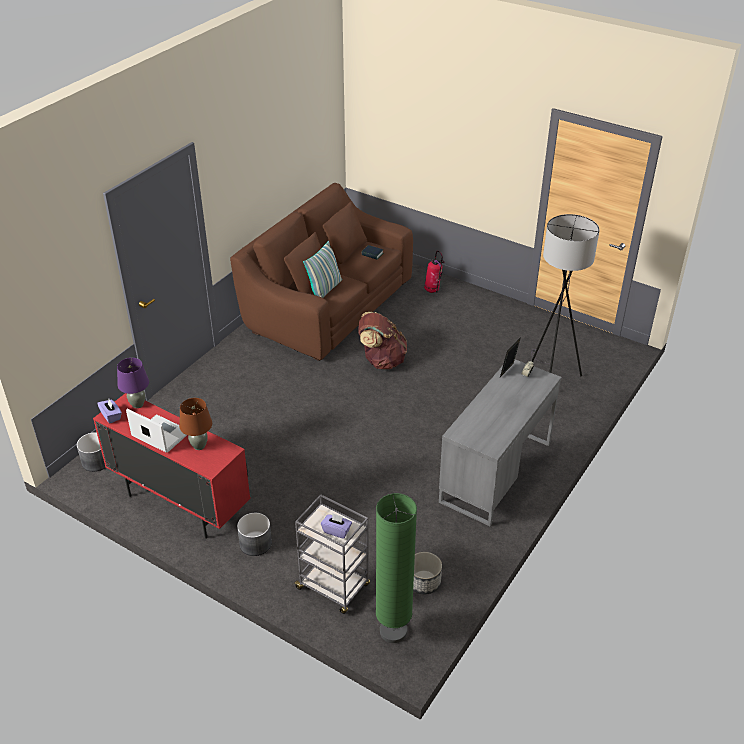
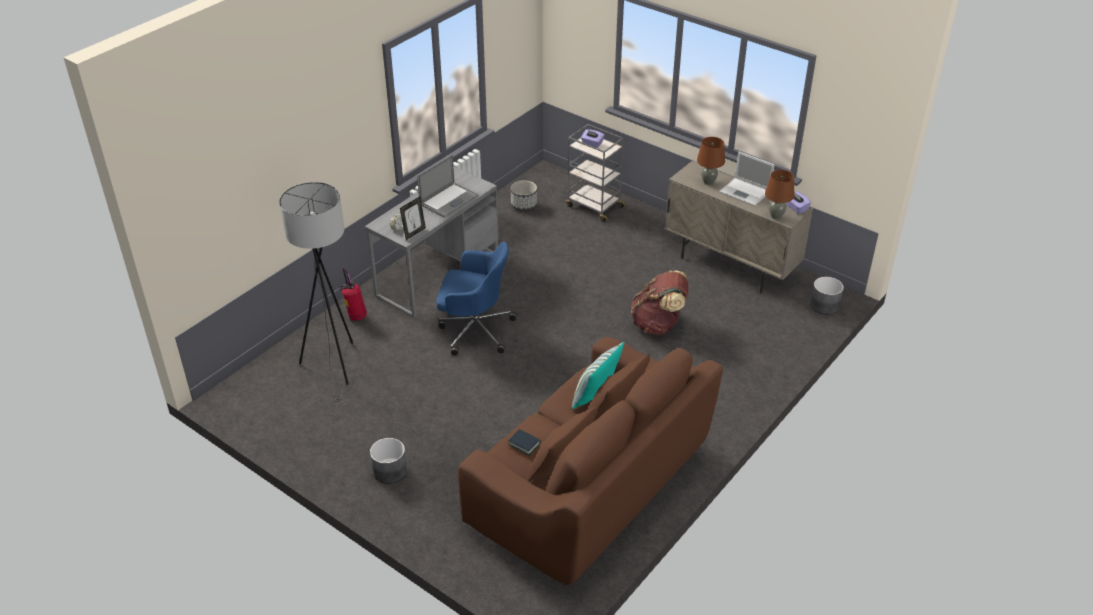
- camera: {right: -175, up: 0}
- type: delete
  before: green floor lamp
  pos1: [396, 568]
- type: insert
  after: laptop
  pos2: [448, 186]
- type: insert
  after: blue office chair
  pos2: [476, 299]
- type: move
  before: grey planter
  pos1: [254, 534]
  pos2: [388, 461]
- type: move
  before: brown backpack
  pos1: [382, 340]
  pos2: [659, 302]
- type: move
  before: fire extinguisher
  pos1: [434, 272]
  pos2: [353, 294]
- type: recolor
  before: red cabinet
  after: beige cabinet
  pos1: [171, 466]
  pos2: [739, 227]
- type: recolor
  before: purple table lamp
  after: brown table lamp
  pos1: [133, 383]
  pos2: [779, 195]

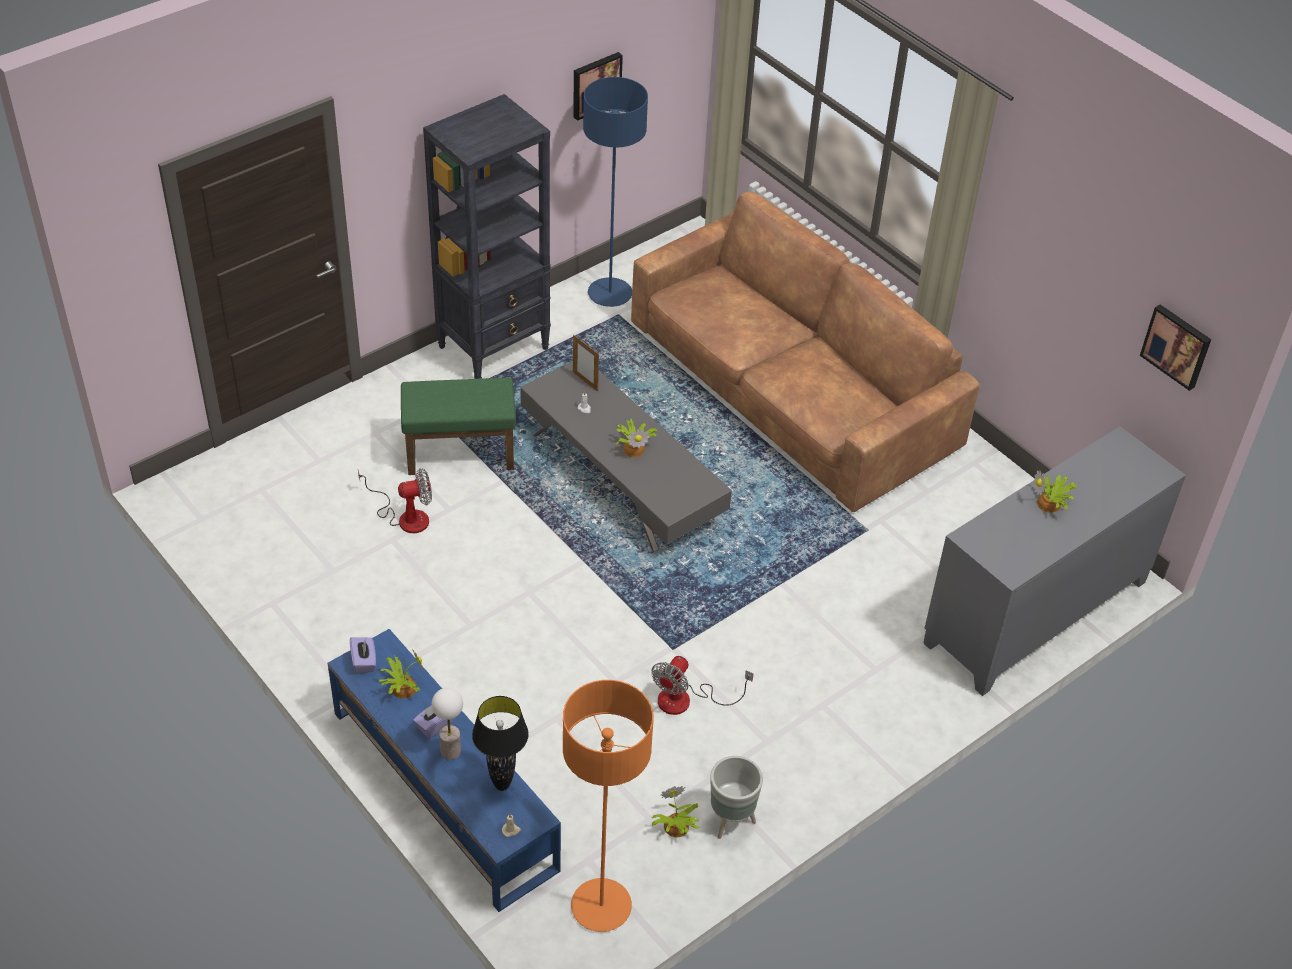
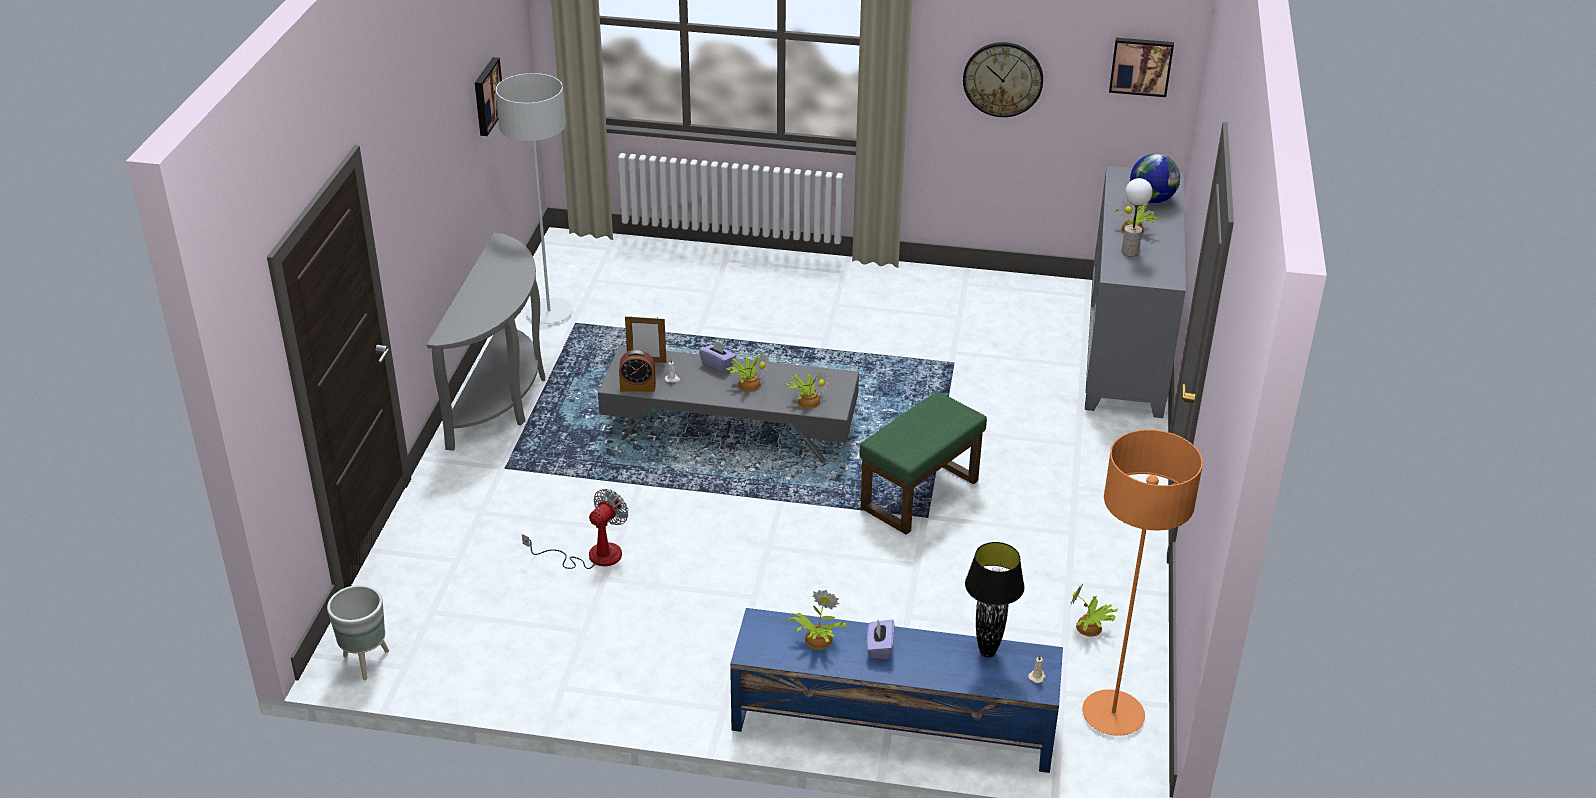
- camera: {right: -40, up: -10}
- type: delete
  before: brown sofa
  pos1: [805, 352]
- type: delete
  before: fan
  pos1: [702, 685]
- type: insert
  after: alarm clock
  pos2: [637, 371]
- type: insert
  after: potted plant
  pos2: [807, 390]
- type: insert
  after: wall clock
  pos2: [1003, 79]
- type: insert
  after: globe
  pos2: [1155, 178]
- type: move
  before: purple tissue box
  pos1: [363, 655]
  pos2: [717, 357]
- type: move
  before: green ottoman
  pos1: [458, 426]
  pos2: [923, 463]
- type: move
  before: table lamp
  pos1: [447, 724]
  pos2: [1136, 217]
- type: move
  before: grey planter
  pos1: [737, 797]
  pos2: [358, 632]
- type: replace
  before: black bookcase
  after: grey console table
  pos1: [487, 236]
  pos2: [486, 342]
- type: recolor
  before: blue floor lamp
  after: grey floor lamp
  pos1: [615, 192]
  pos2: [534, 198]

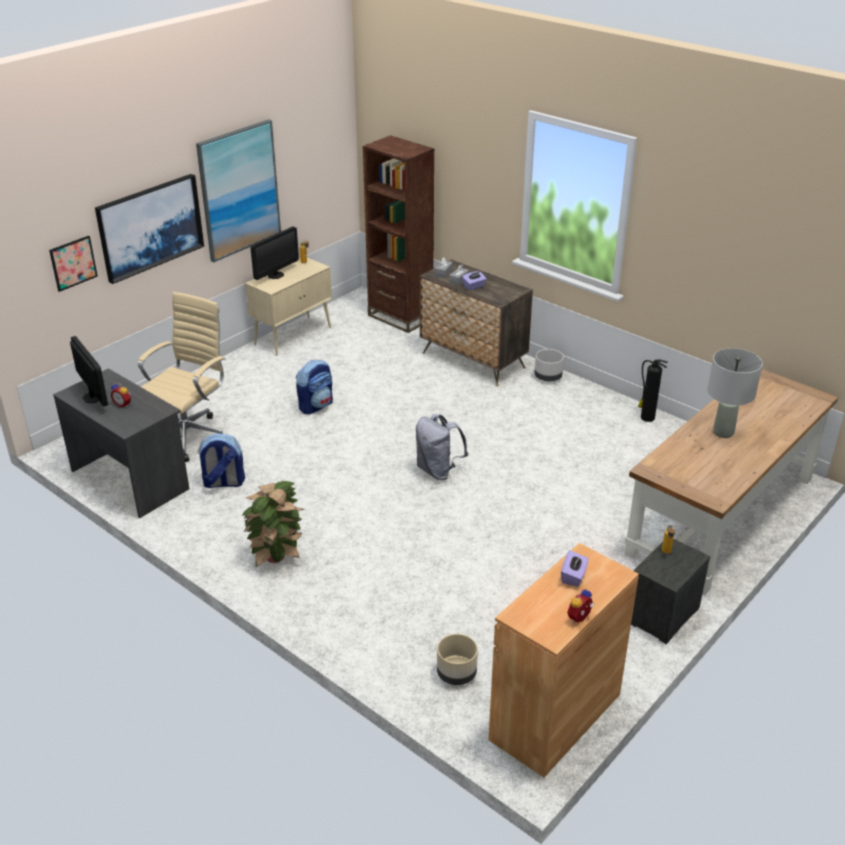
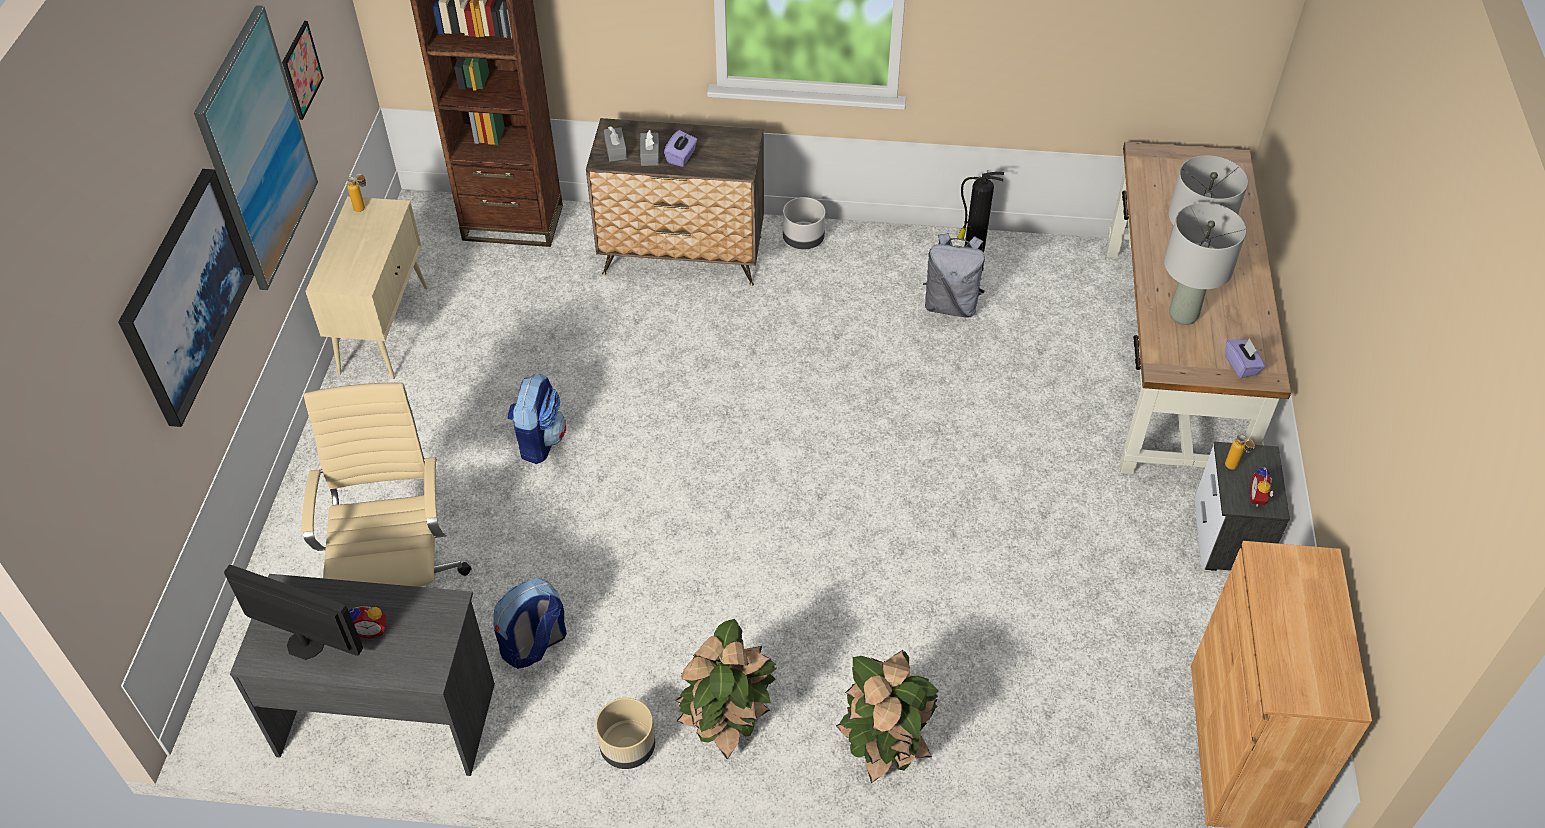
- camera: {right: -35, up: 15}
- type: delete
  before: monitor
  pos1: [275, 253]
- type: insert
  after: potted plant
  pos2: [887, 716]
- type: insert
  after: grey table lamp
  pos2: [1205, 264]
- type: move
  before: picture
  pos1: [73, 263]
  pos2: [303, 70]
- type: move
  before: grey backpack
  pos1: [442, 447]
  pos2: [954, 275]
- type: move
  before: beige planter
  pos1: [457, 659]
  pos2: [625, 733]
- type: move
  before: purple tissue box
  pos1: [575, 568]
  pos2: [1245, 358]
- type: move
  before: alarm clock
  pos1: [580, 605]
  pos2: [1262, 487]

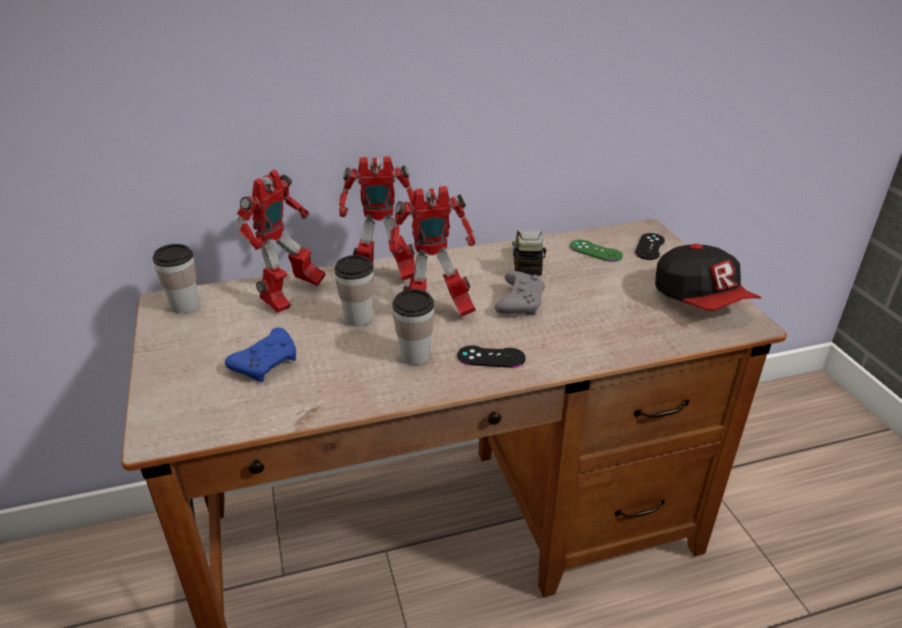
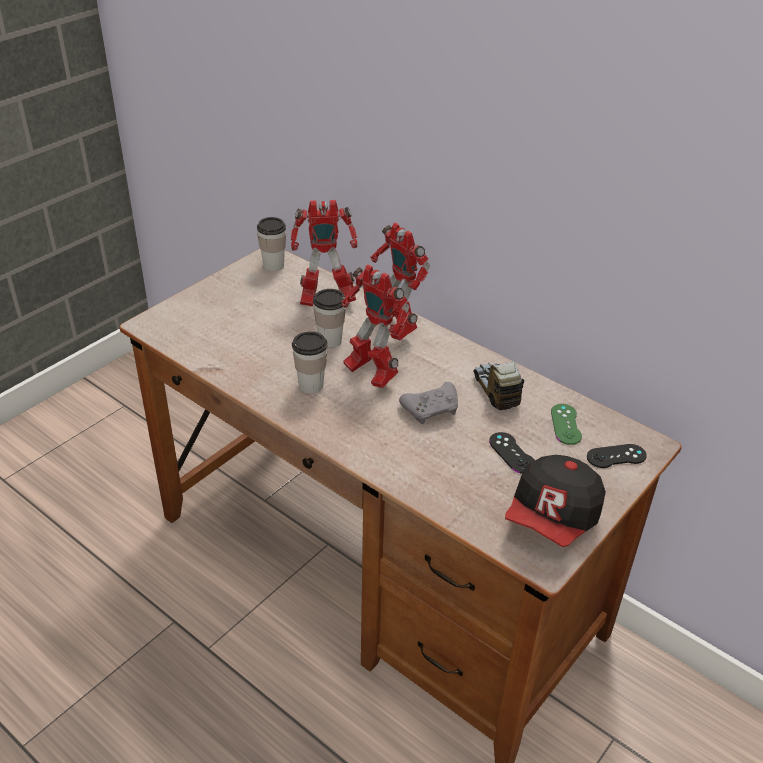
- camera: {right: 55, up: 5}
- type: delete
  before: blue game controller
  pos1: [260, 354]
- type: move
  before: black game controller
  pos1: [491, 357]
  pos2: [512, 452]
- type: rotate
  before: toy truck
  pos1: [529, 253]
  pos2: [498, 385]
  turn: -75

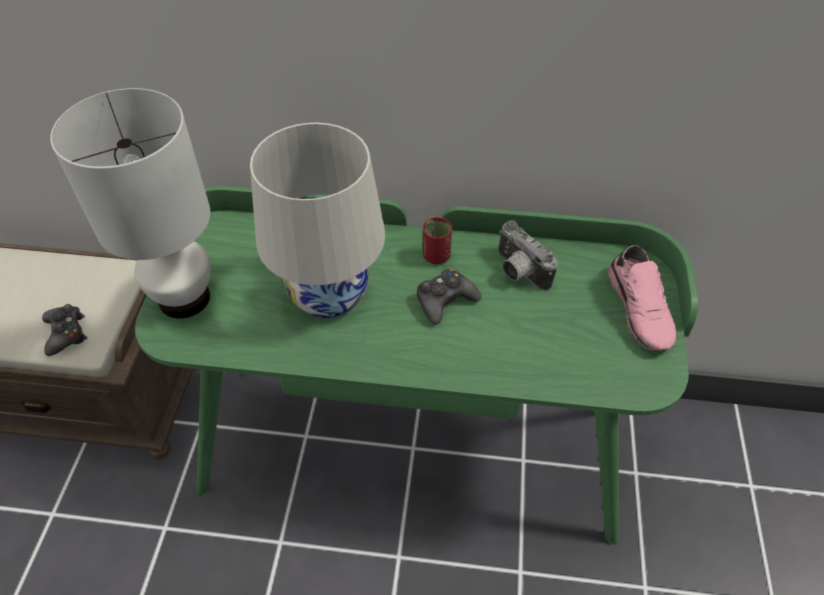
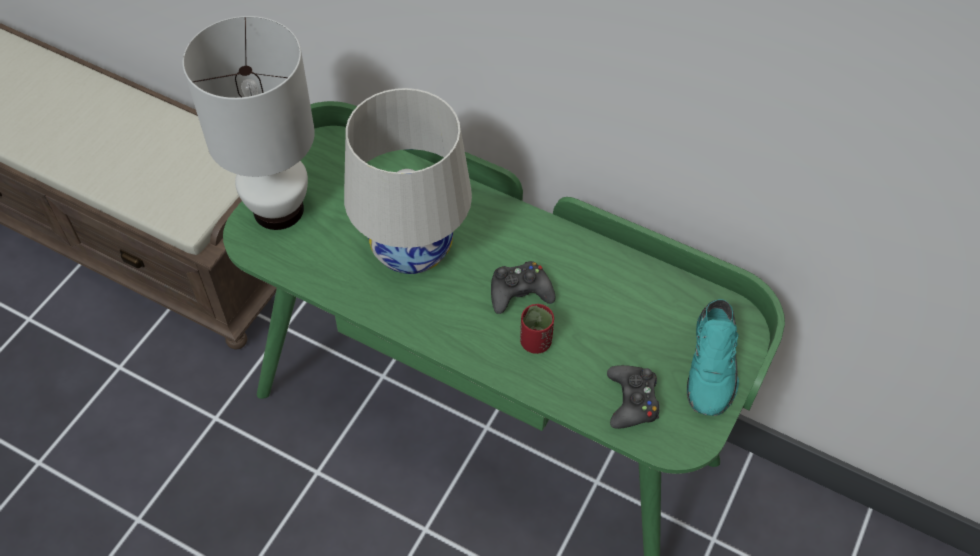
- camera: {right: 20, up: 5}
- type: delete
  before: photo camera
  pos1: [528, 255]
- type: move
  before: black game controller
  pos1: [64, 330]
  pos2: [633, 397]
- type: move
  before: red cup
  pos1: [437, 240]
  pos2: [537, 329]
- type: recolor
  before: pink shoe
  after: turquoise shoe
  pos1: [642, 298]
  pos2: [713, 357]

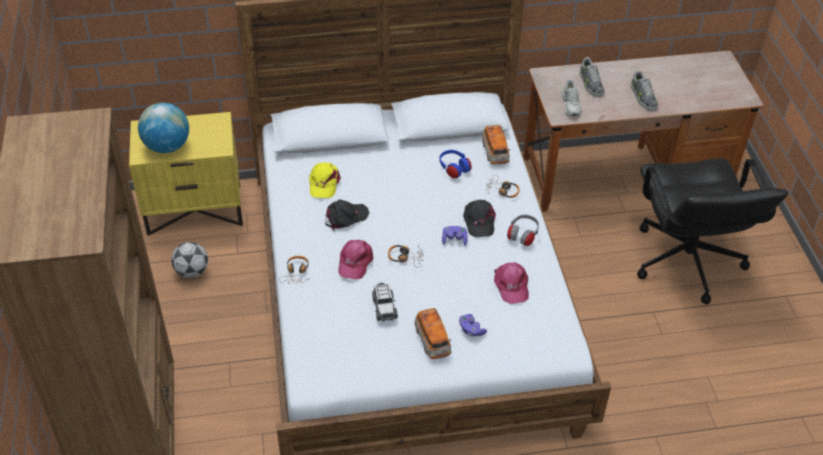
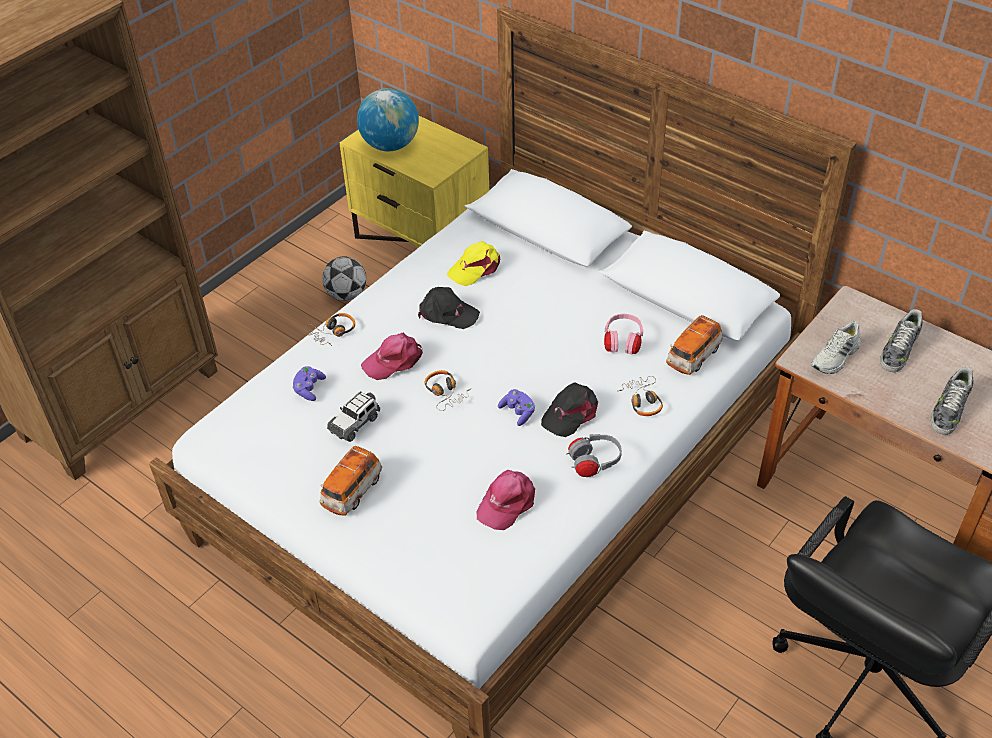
- camera: {right: 50, up: 0}
- type: move
  before: purple game controller
  pos1: [473, 325]
  pos2: [309, 383]
- type: recolor
  before: blue headphones
  after: pink headphones
  pos1: [455, 164]
  pos2: [624, 334]

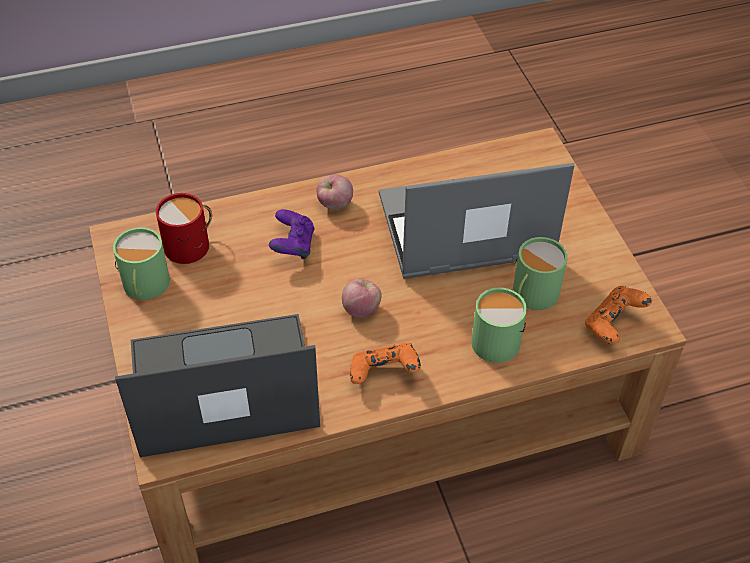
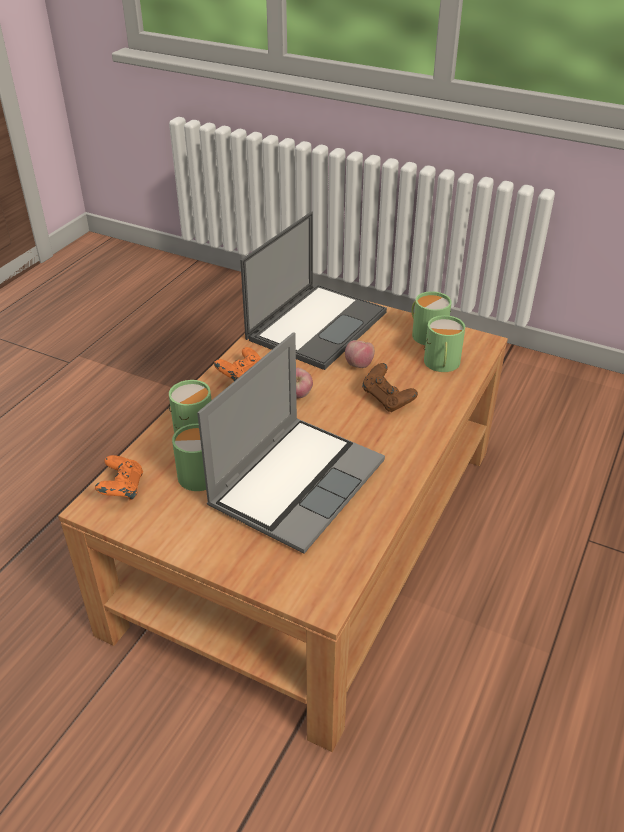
- camera: {right: 135, up: -10}
- type: move
  before: apple
  pos1: [334, 191]
  pos2: [360, 354]
- type: recolor
  before: red mug
  after: green mug
  pos1: [184, 228]
  pos2: [444, 343]
- type: recolor
  before: purple game controller
  after: brown game controller
  pos1: [292, 234]
  pos2: [390, 387]

